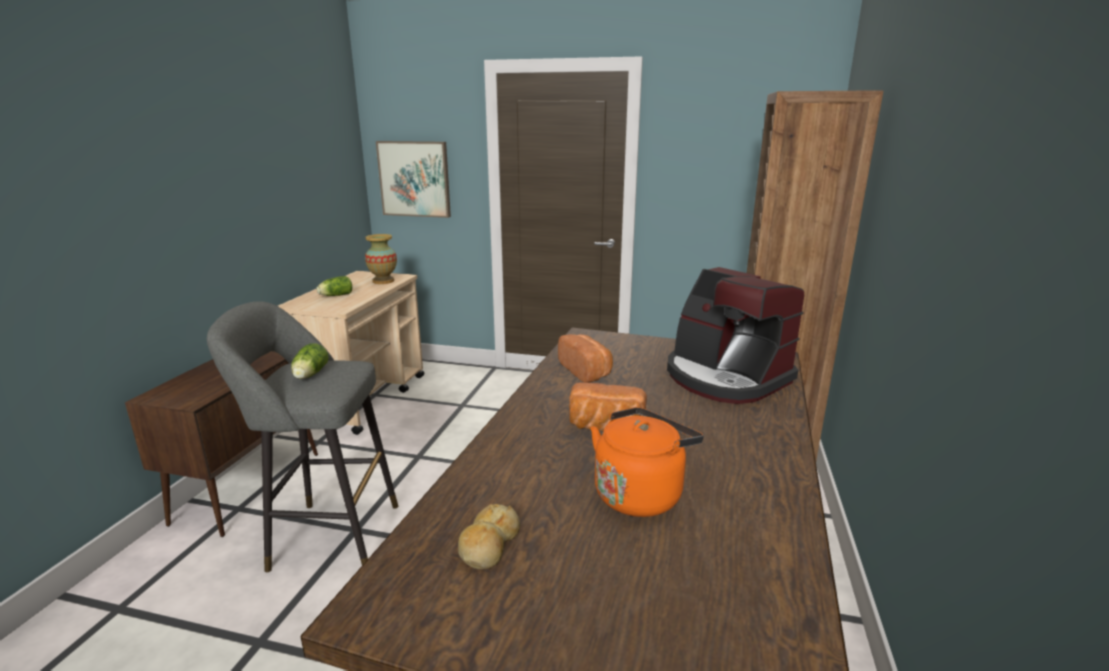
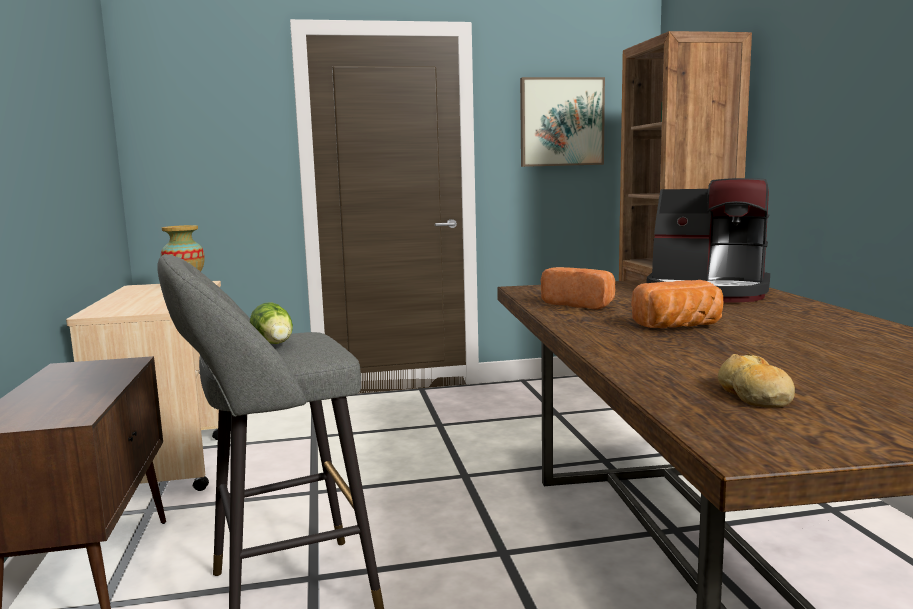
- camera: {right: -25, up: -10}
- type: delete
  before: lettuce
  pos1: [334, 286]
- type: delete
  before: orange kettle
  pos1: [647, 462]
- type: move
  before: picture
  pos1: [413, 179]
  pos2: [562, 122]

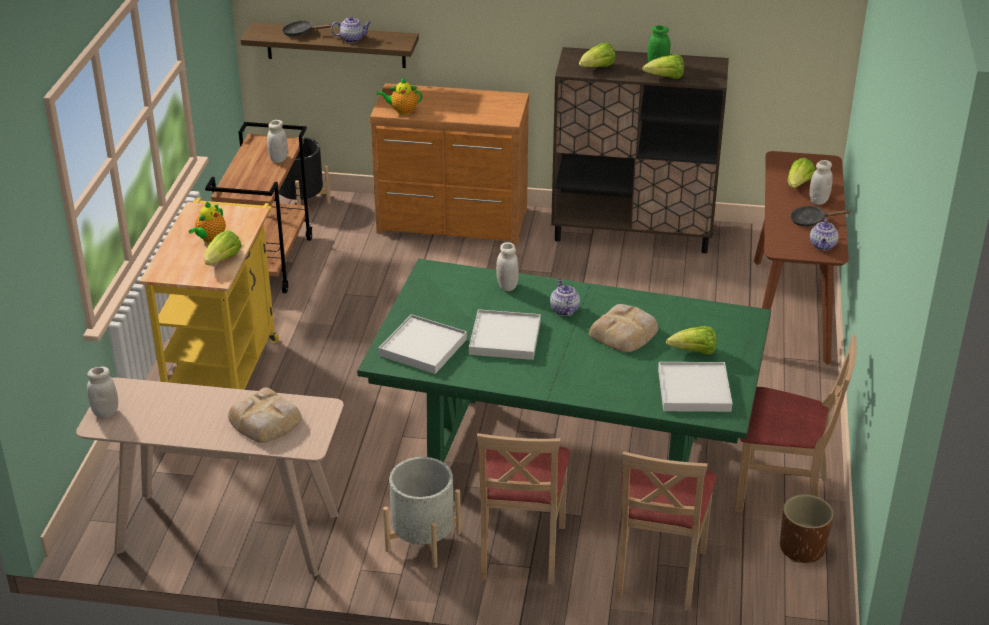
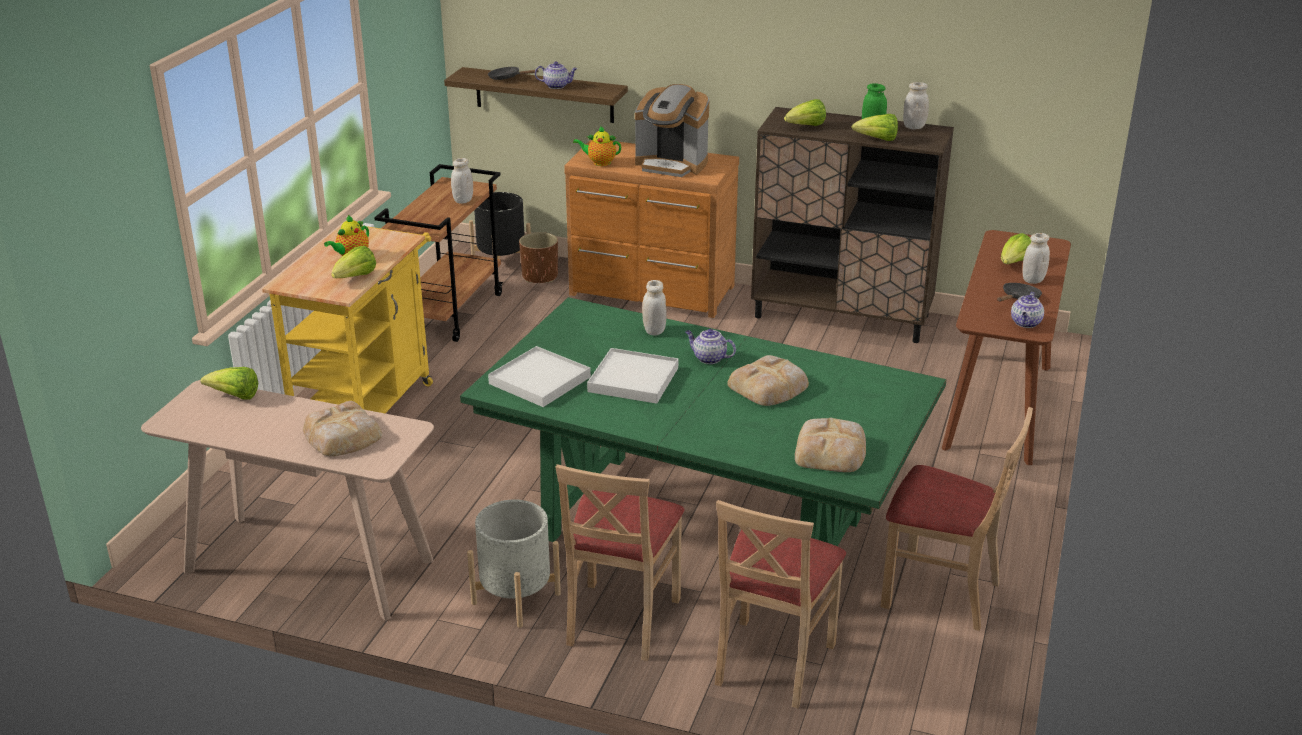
- camera: {right: 10, up: -5}
- type: insert
  after: coffee machine
  pos2: [672, 130]
- type: move
  before: white jar
  pos1: [102, 392]
  pos2: [916, 105]
- type: move
  before: lettuce
  pos1: [691, 340]
  pos2: [229, 383]
- type: move
  before: brown planter
  pos1: [807, 528]
  pos2: [538, 257]
- type: replace
  before: white tray
  after: bread
  pos1: [695, 387]
  pos2: [830, 445]
- type: rotate
  before: teapot
  pos1: [565, 297]
  pos2: [710, 346]
  turn: -60
- type: rotate
  before: black frying pan
  pos1: [820, 216]
  pos2: [1019, 292]
  turn: 120

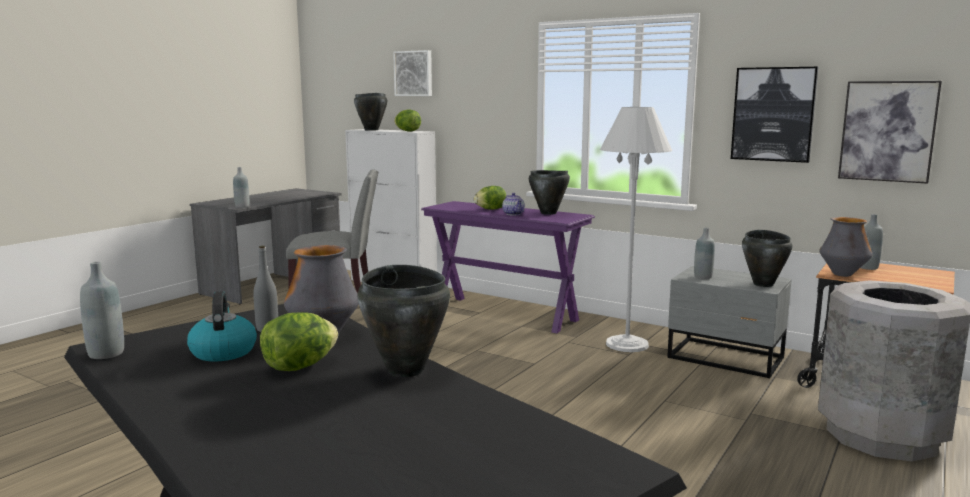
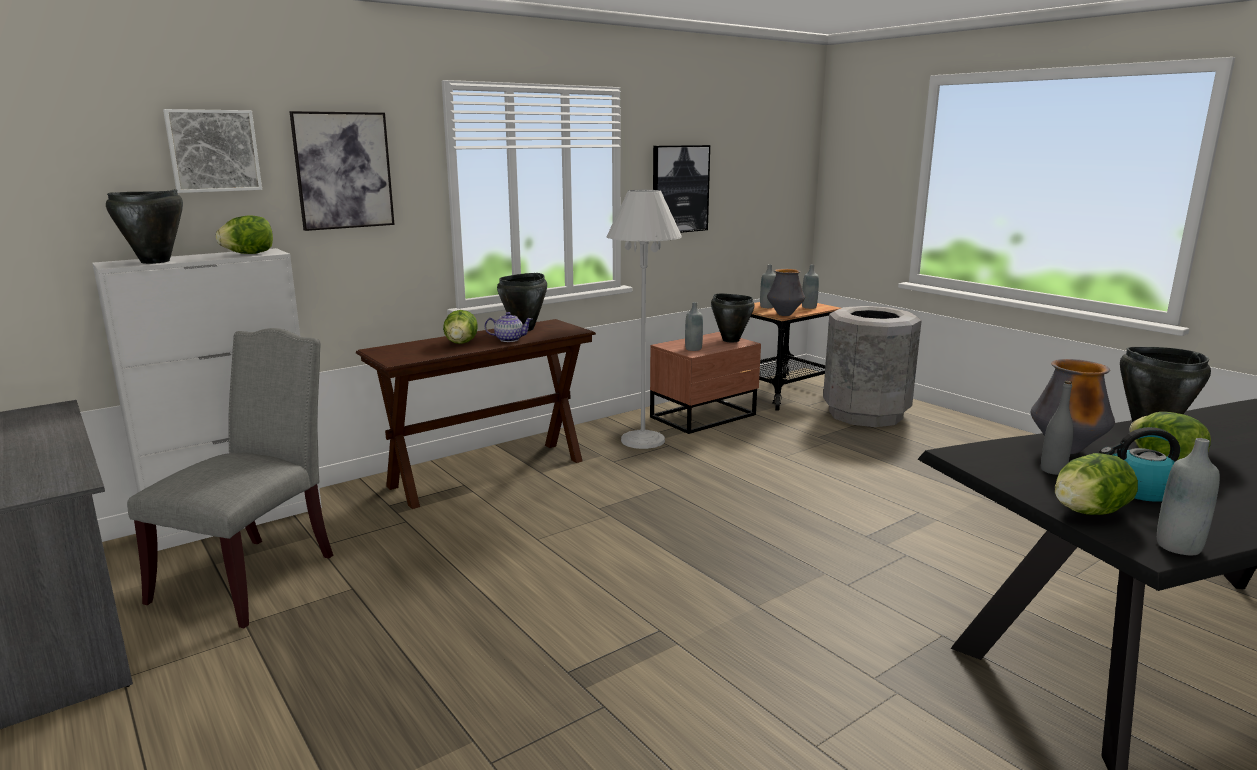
- camera: {right: -70, up: 5}
- type: insert
  after: lettuce
  pos2: [1096, 484]
- type: move
  before: grey bottle
  pos1: [241, 187]
  pos2: [810, 287]
- type: move
  before: picture
  pos1: [890, 132]
  pos2: [342, 171]
- type: recolor
  before: purple console table
  after: brown console table
  pos1: [508, 267]
  pos2: [476, 414]
- type: recolor
  before: grey nightstand
  after: brown nightstand
  pos1: [729, 322]
  pos2: [705, 383]

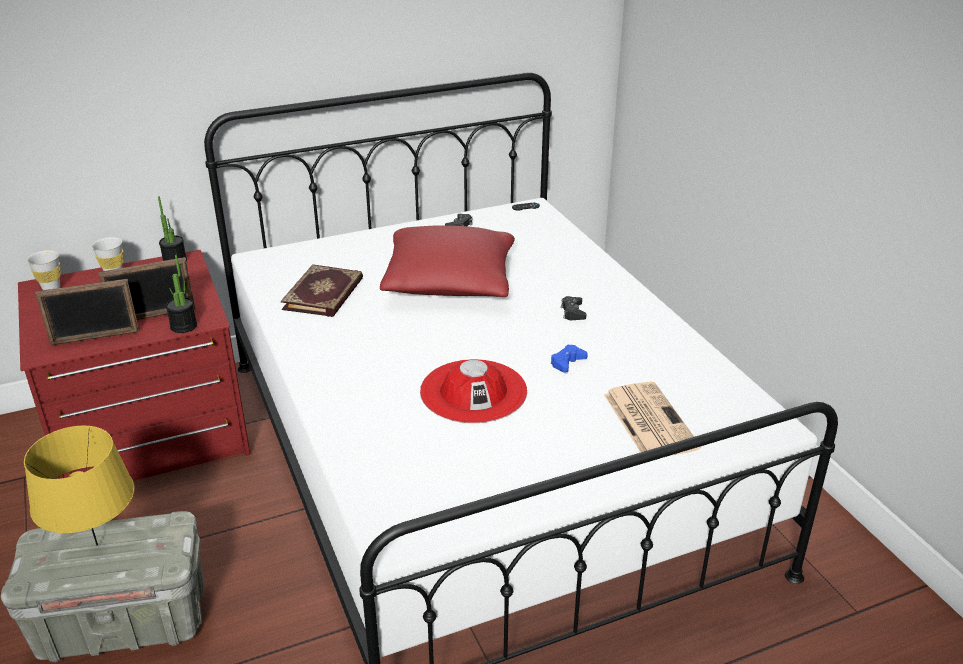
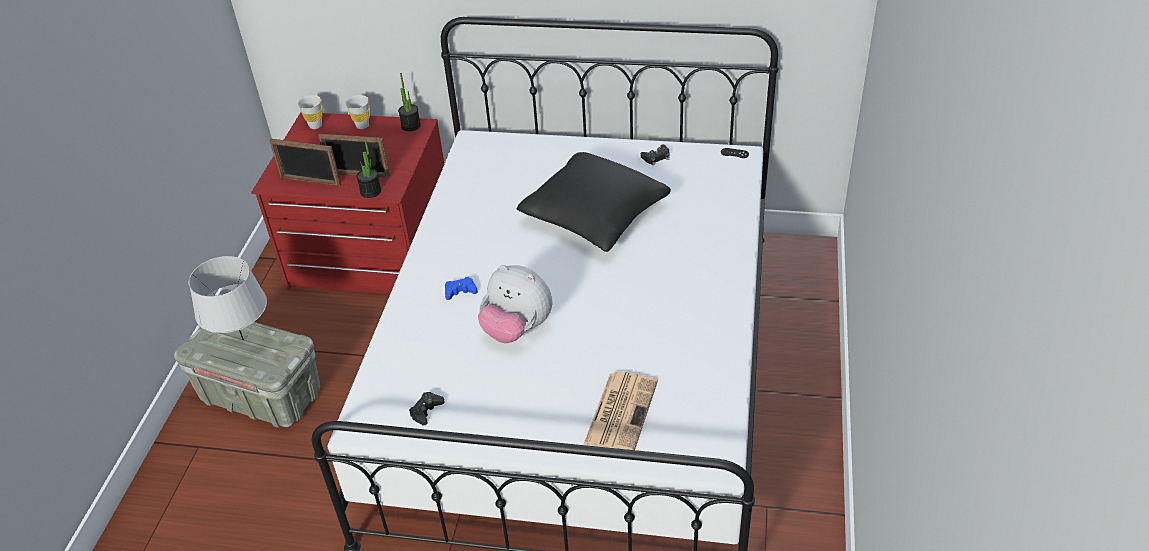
- camera: {right: 35, up: 10}
- type: delete
  before: book
  pos1: [322, 290]
- type: move
  before: blue game controller
  pos1: [569, 359]
  pos2: [461, 288]
- type: move
  before: black game controller
  pos1: [573, 308]
  pos2: [427, 409]
- type: replace
  before: red hat
  after: plush toy
  pos1: [473, 391]
  pos2: [515, 304]
- type: recolor
  before: yellow table lamp
  after: grey table lamp
  pos1: [79, 485]
  pos2: [228, 298]
- type: recolor
  before: red pillow
  after: black pillow
  pos1: [447, 261]
  pos2: [594, 202]

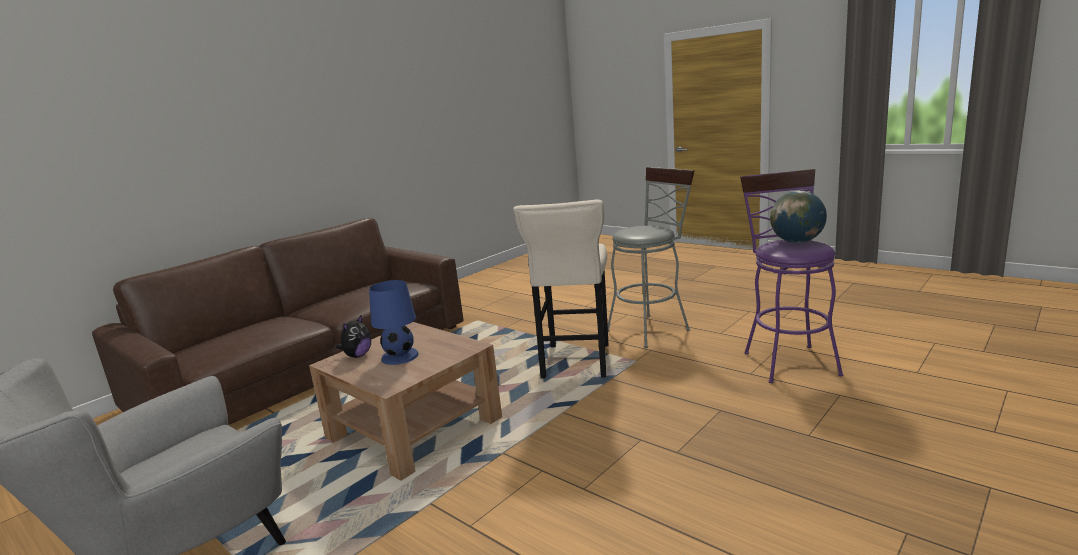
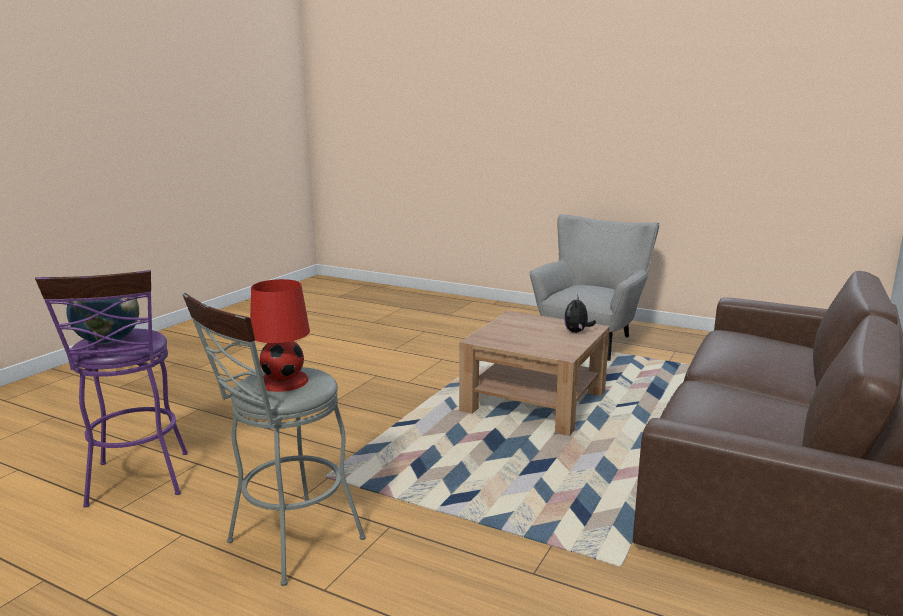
- camera: {right: 165, up: 0}
- type: delete
  before: blue table lamp
  pos1: [394, 322]
- type: delete
  before: beige stool
  pos1: [561, 289]
- type: insert
  after: red table lamp
  pos2: [280, 335]

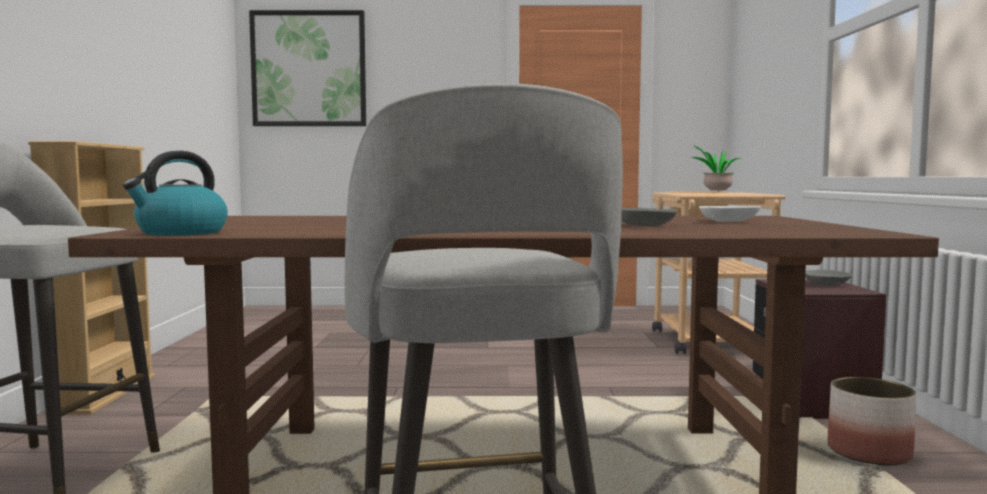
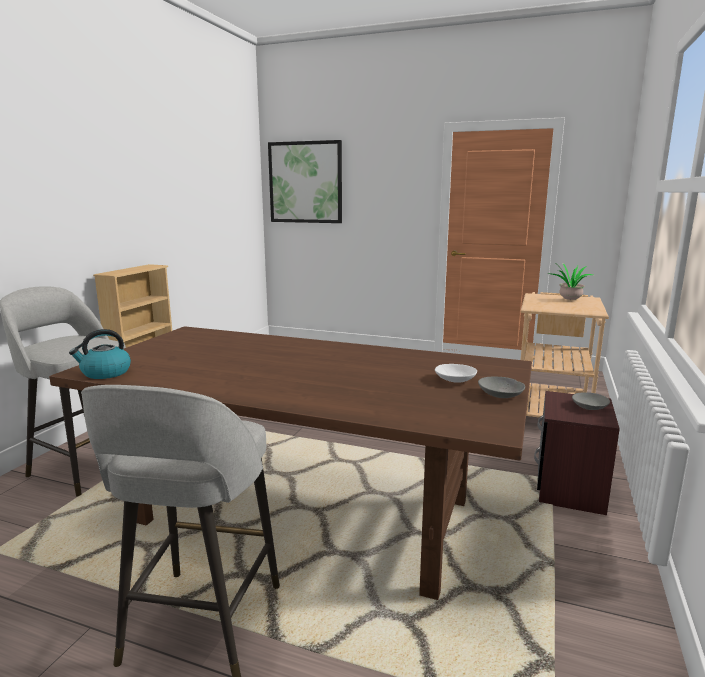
- camera: {right: 20, up: 10}
- type: delete
  before: planter
  pos1: [872, 421]
- type: move
  before: grey bowl
  pos1: [649, 217]
  pos2: [501, 387]

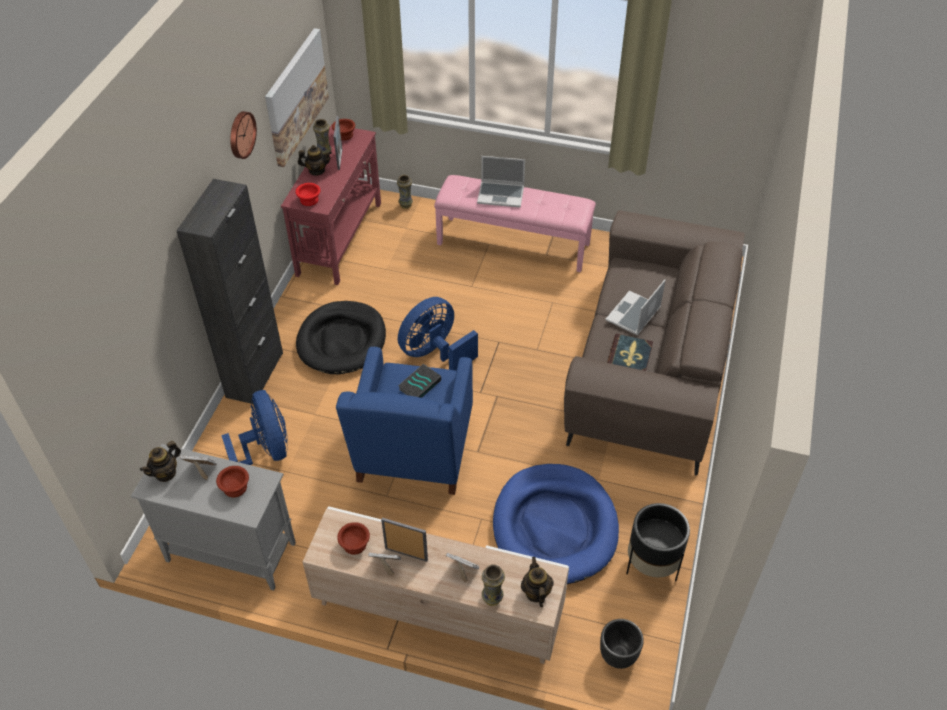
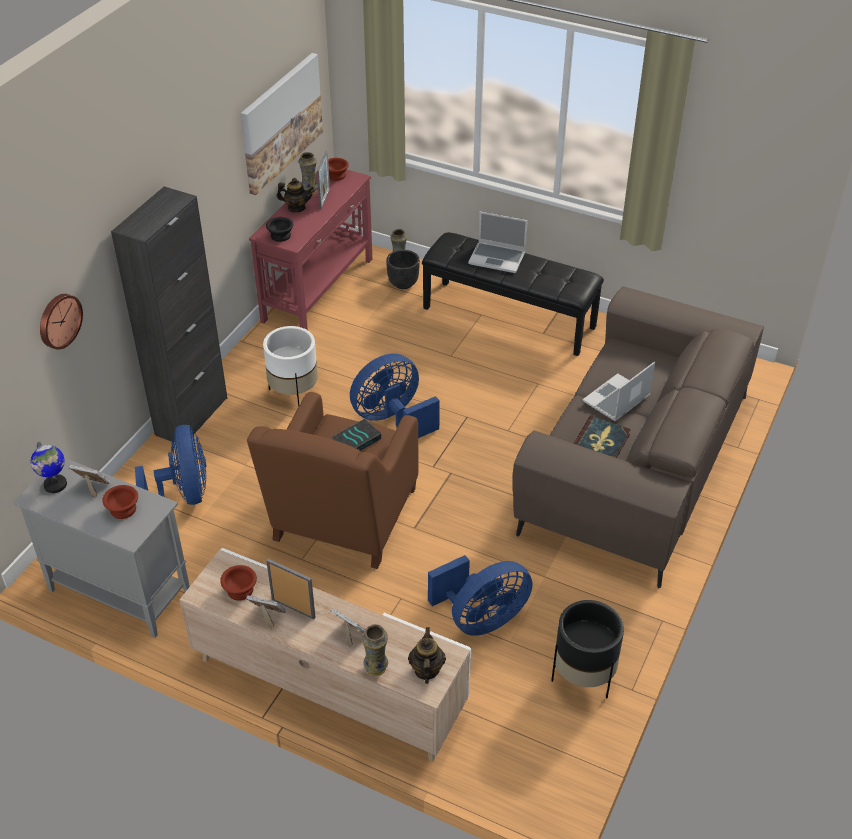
- camera: {right: 10, up: -5}
- type: move
  before: wall clock
  pos1: [243, 135]
  pos2: [61, 322]
- type: move
  before: black planter
  pos1: [622, 644]
  pos2: [403, 269]
- type: replace
  before: teapot
  after: globe
  pos1: [160, 461]
  pos2: [49, 467]
- type: replace
  before: black dog bed
  after: white planter
  pos1: [341, 337]
  pos2: [290, 366]
- type: replace
  before: blue dog bed
  after: blue fan
  pos1: [556, 524]
  pos2: [480, 595]
- type: recolor
  before: red bowl
  after: black bowl
  pos1: [307, 194]
  pos2: [279, 229]
- type: recolor
  before: blue armchair
  after: brown armchair
  pos1: [404, 421]
  pos2: [332, 480]
- type: recolor
  before: pink bench
  after: black bench
  pos1: [515, 223]
  pos2: [513, 294]

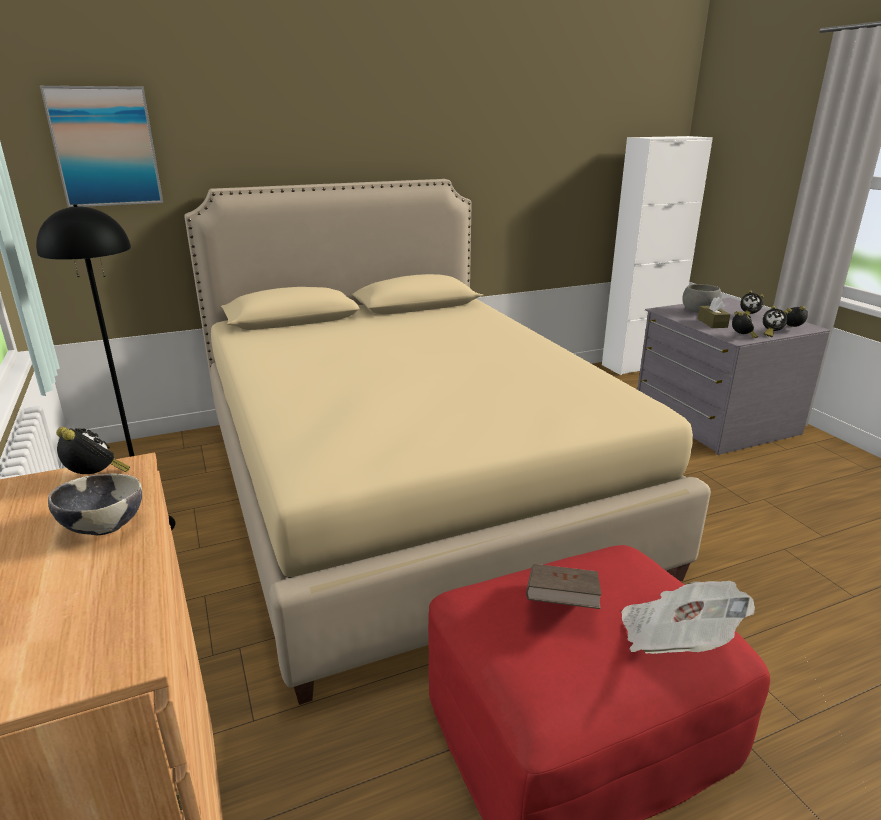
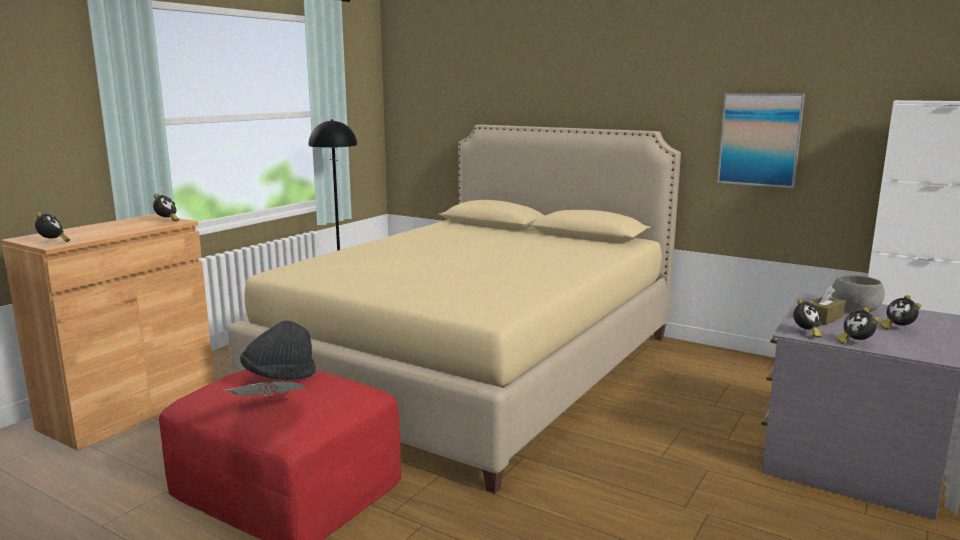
- camera: {right: 55, up: -10}
- type: delete
  before: bowl
  pos1: [95, 504]
- type: move
  before: picture
  pos1: [101, 146]
  pos2: [761, 140]
- type: move
  before: alarm clock
  pos1: [797, 316]
  pos2: [53, 227]
- type: replace
  before: brown book
  after: black hat
  pos1: [564, 586]
  pos2: [278, 350]

